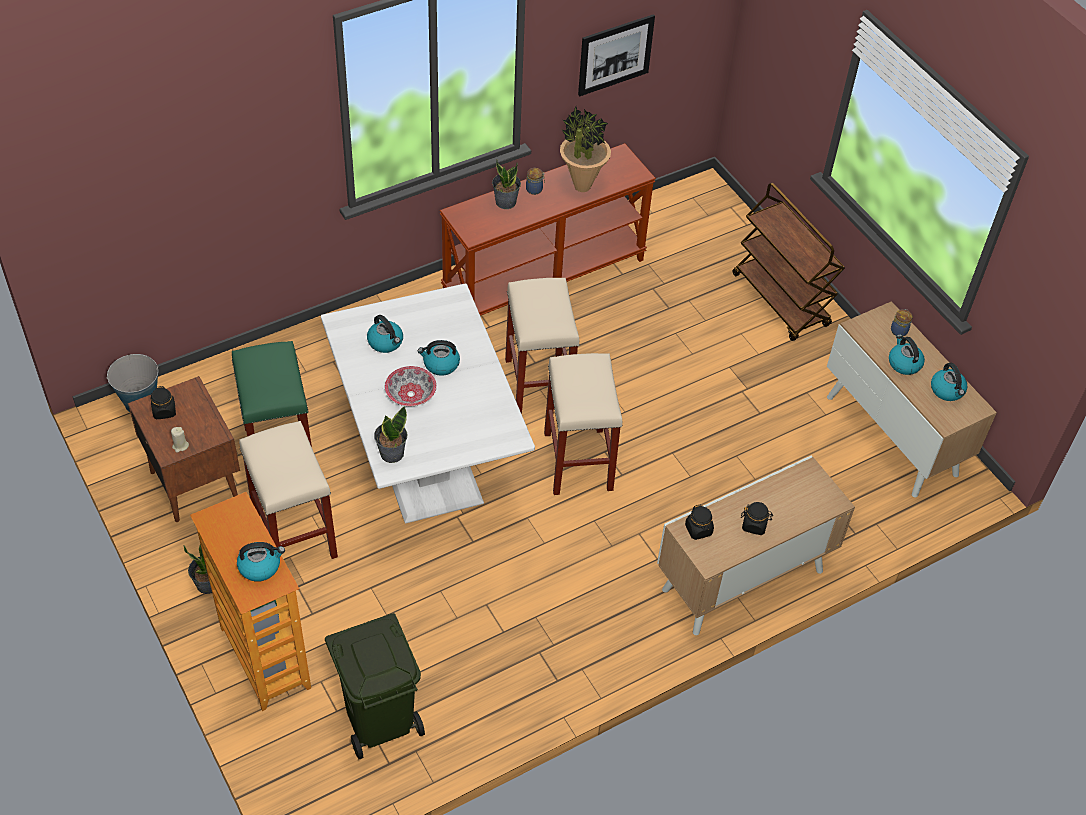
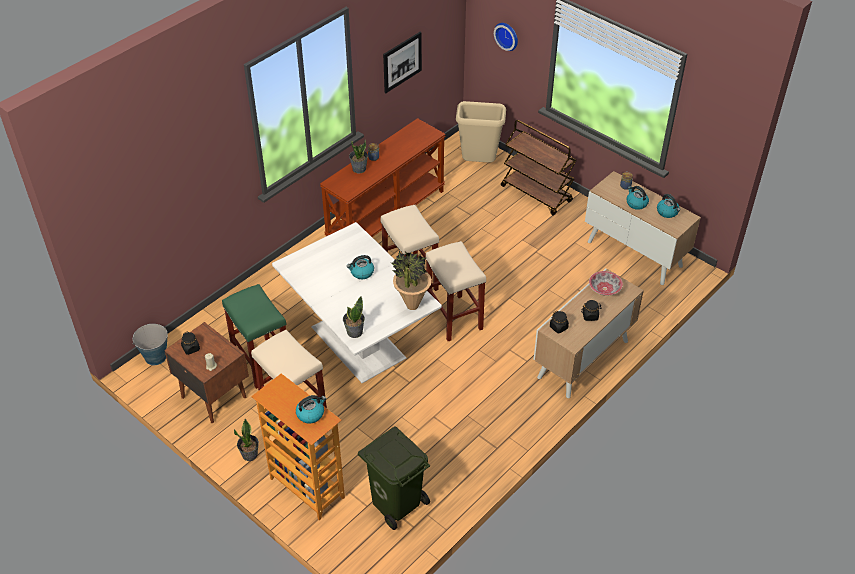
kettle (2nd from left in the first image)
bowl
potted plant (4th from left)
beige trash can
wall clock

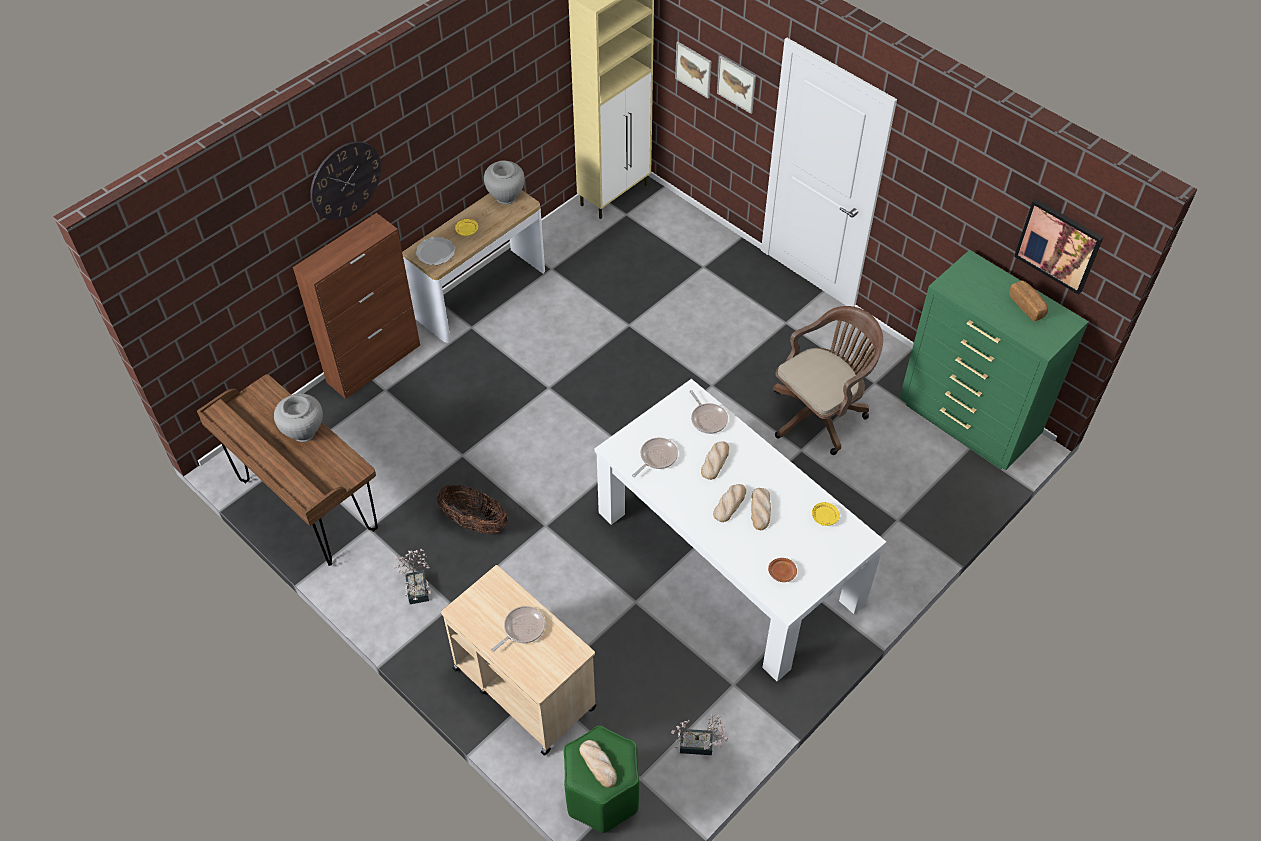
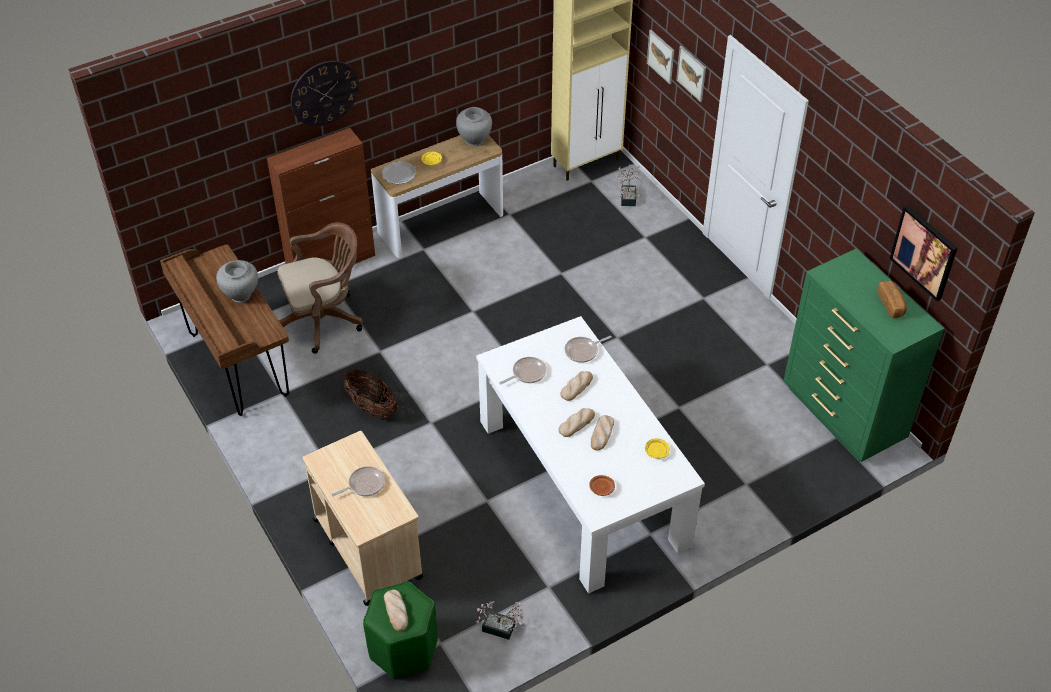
potted plant (2nd from left)
frying pan (3rd from left)
brown office chair

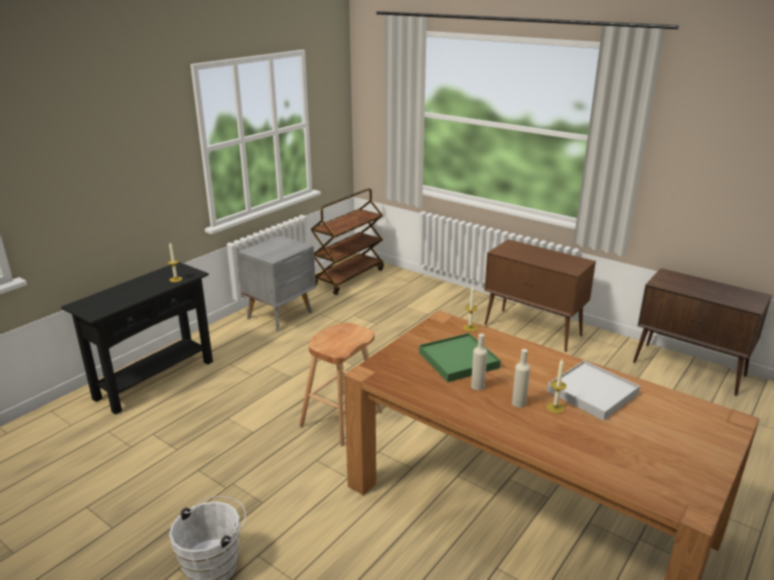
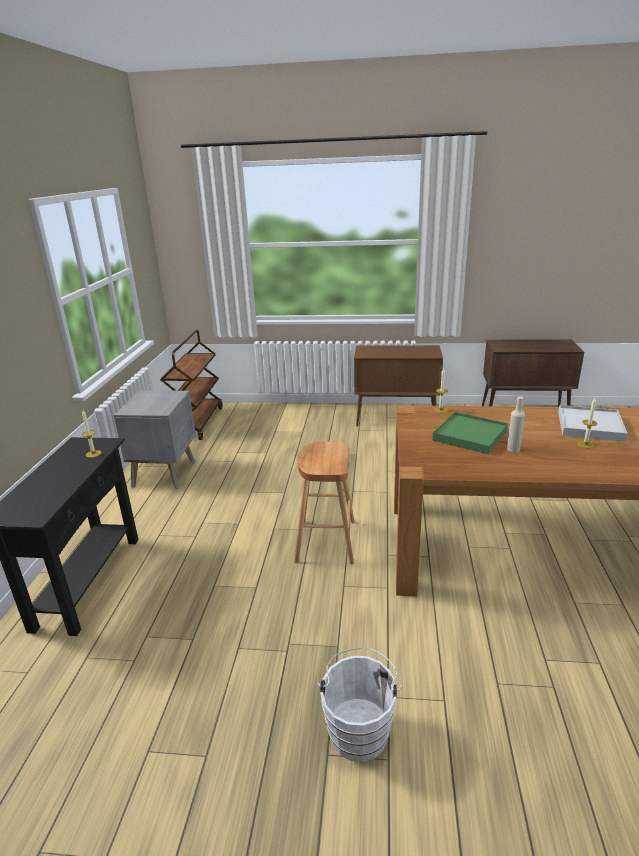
beige bottle (2nd from left in the first image)

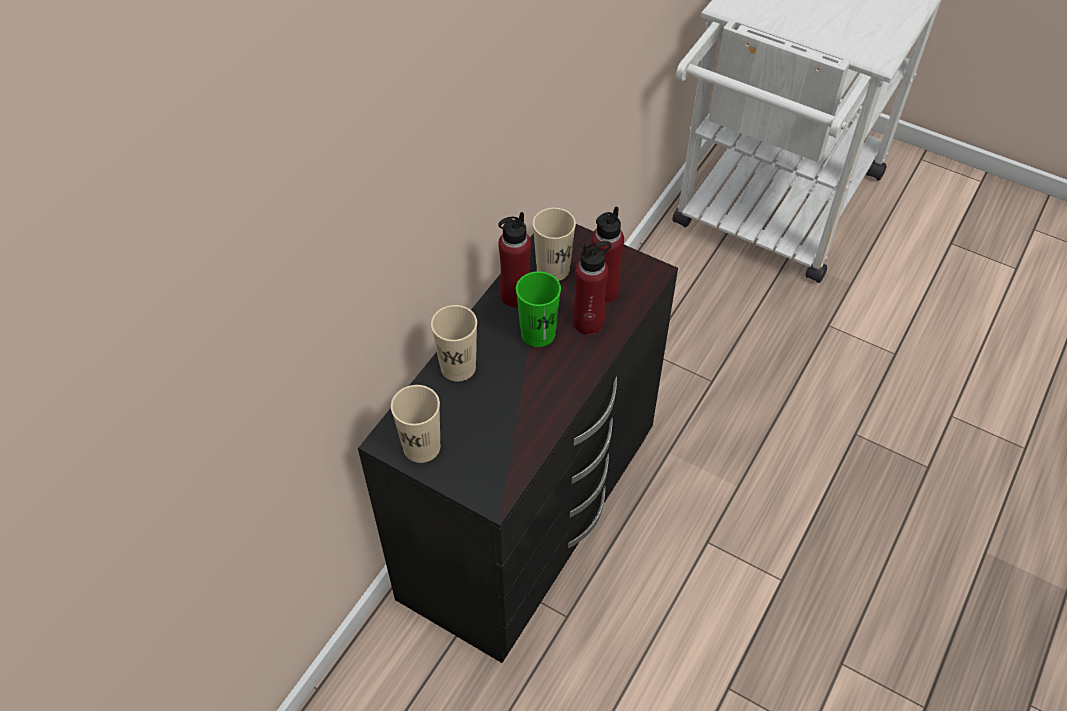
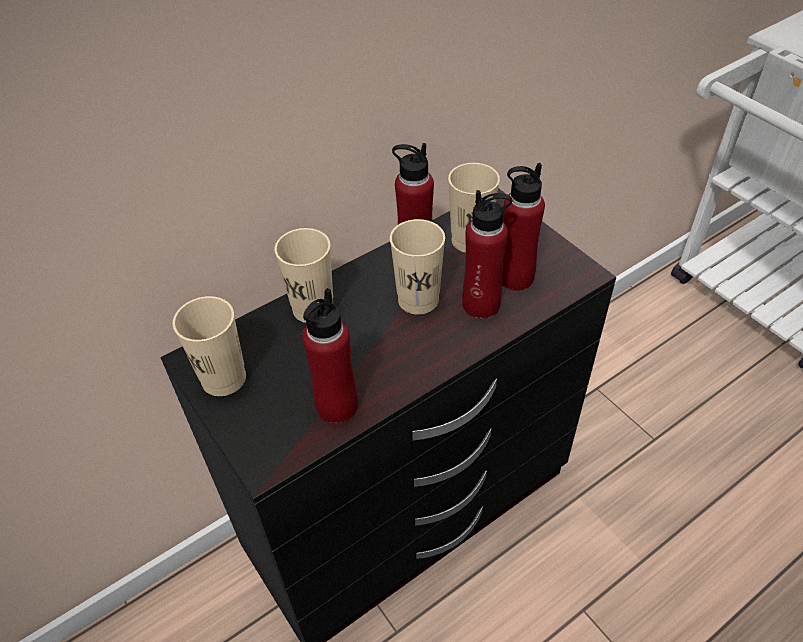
beige cup (3rd from left)
red bottle (1st from left)

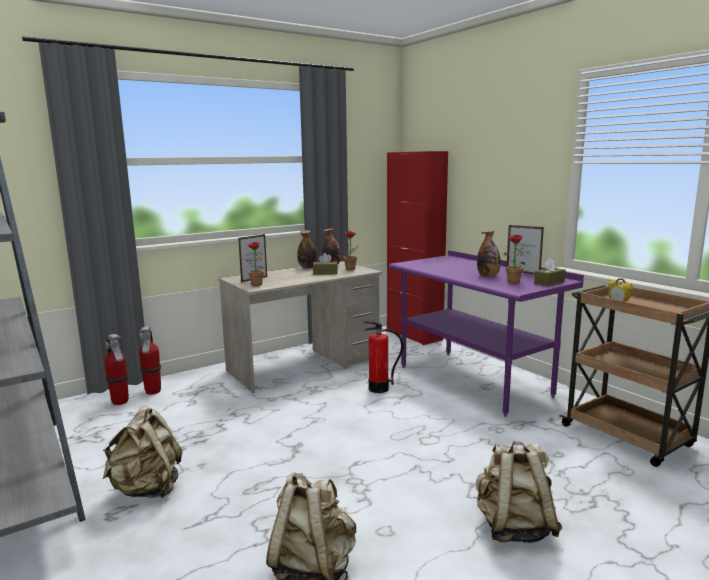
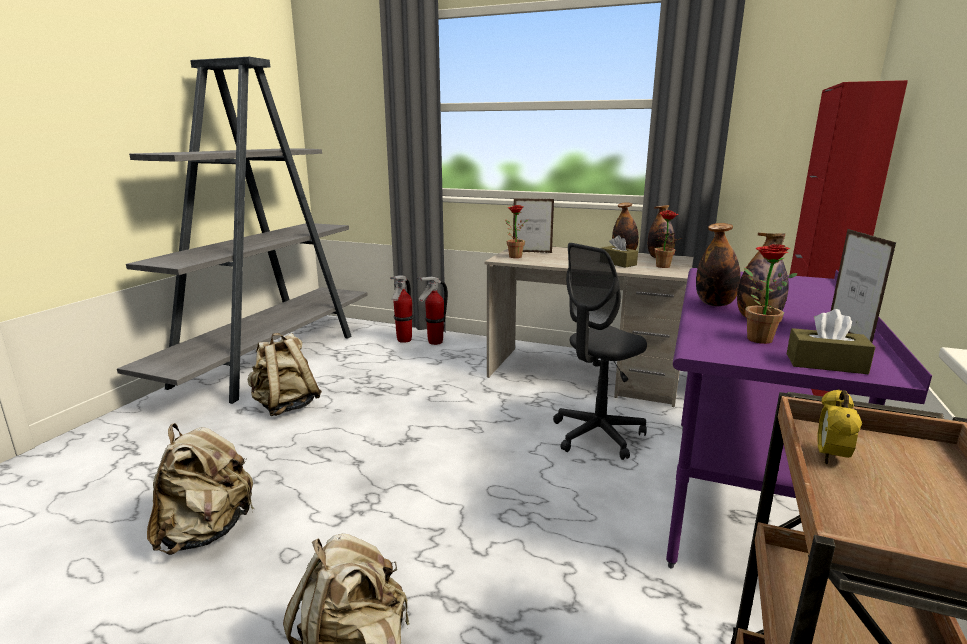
grey office chair
bottle (3rd from left)

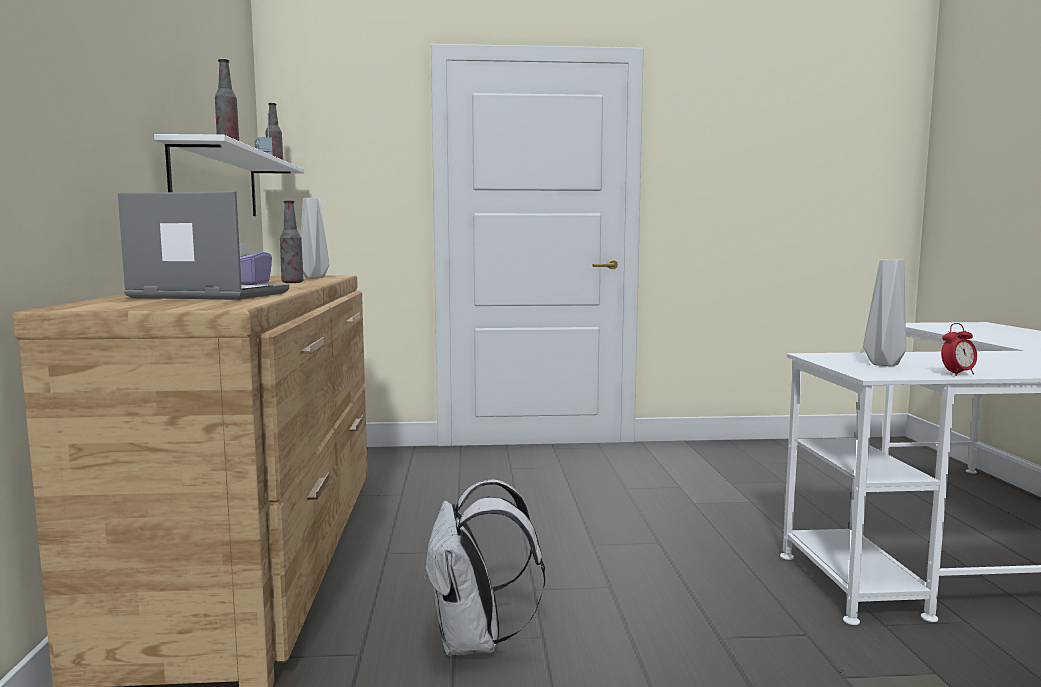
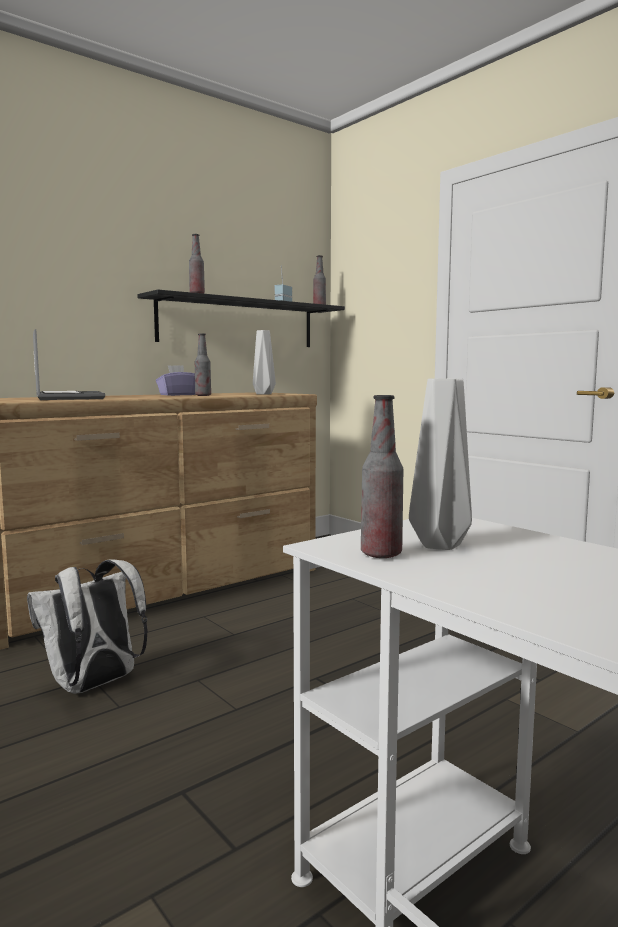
black shelf
alarm clock
bottle (4th from left)

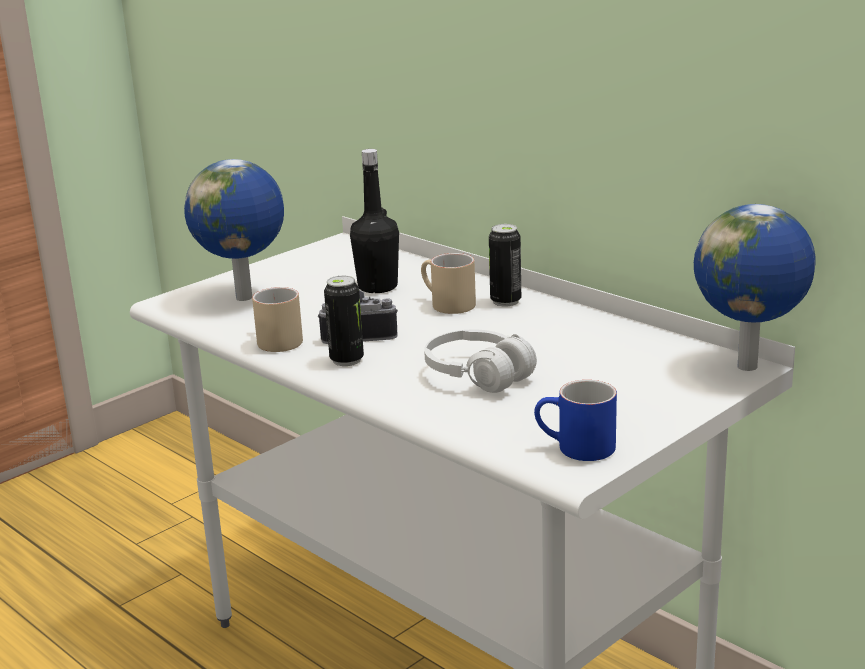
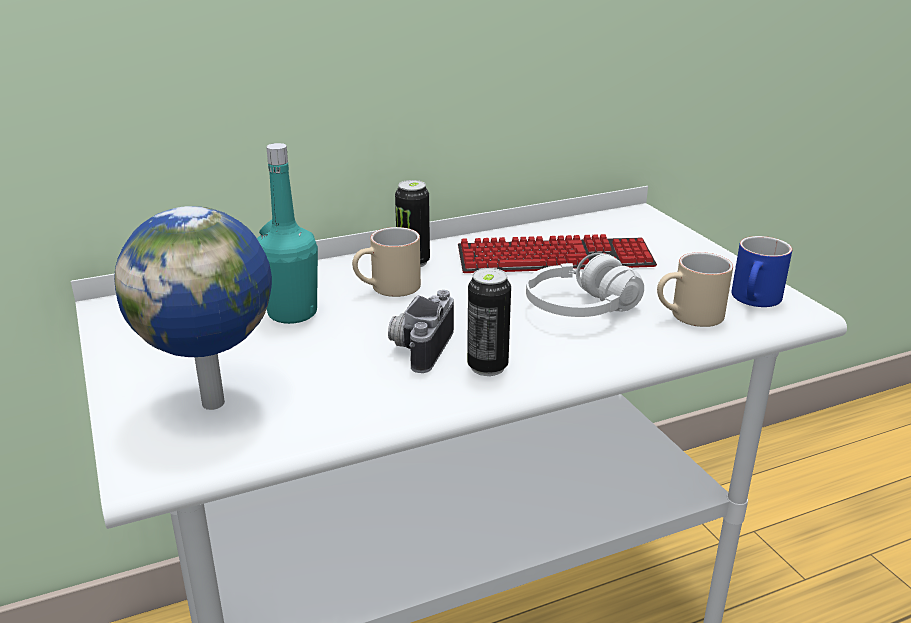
beige mug (2nd from left)
turquoise bottle
globe (2nd from left in the first image)
keyboard

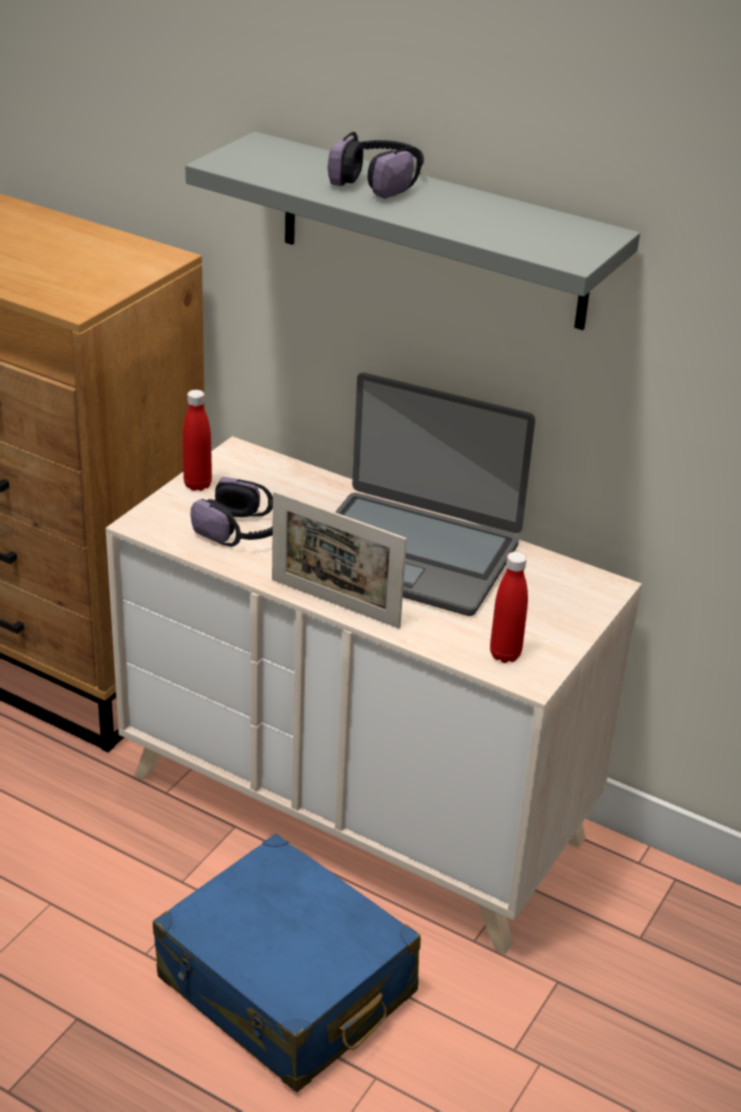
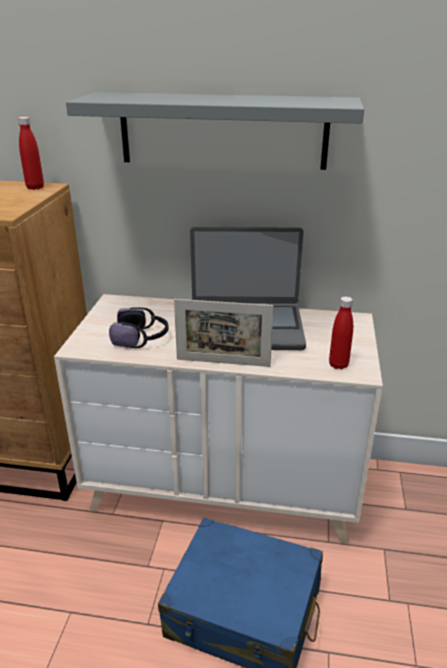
red bottle (1st from left)
headphones (2nd from left in the first image)

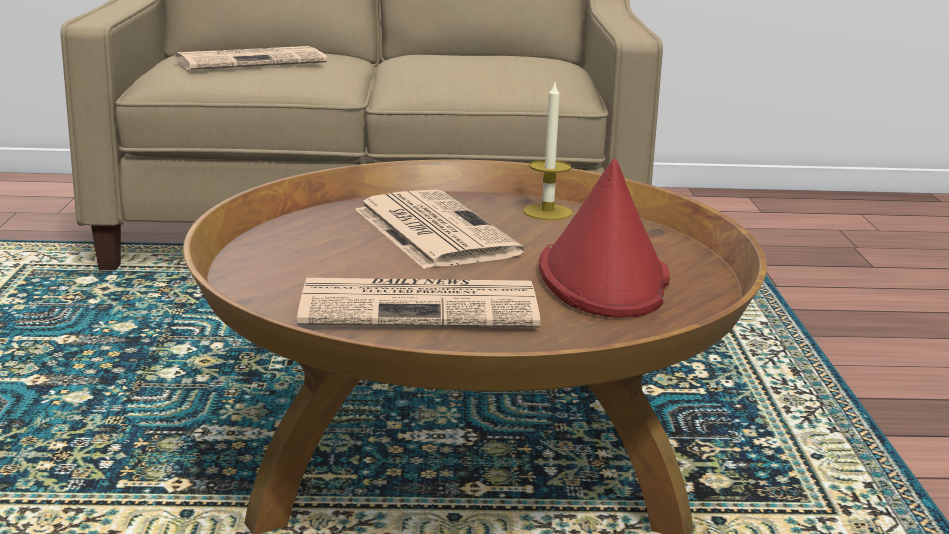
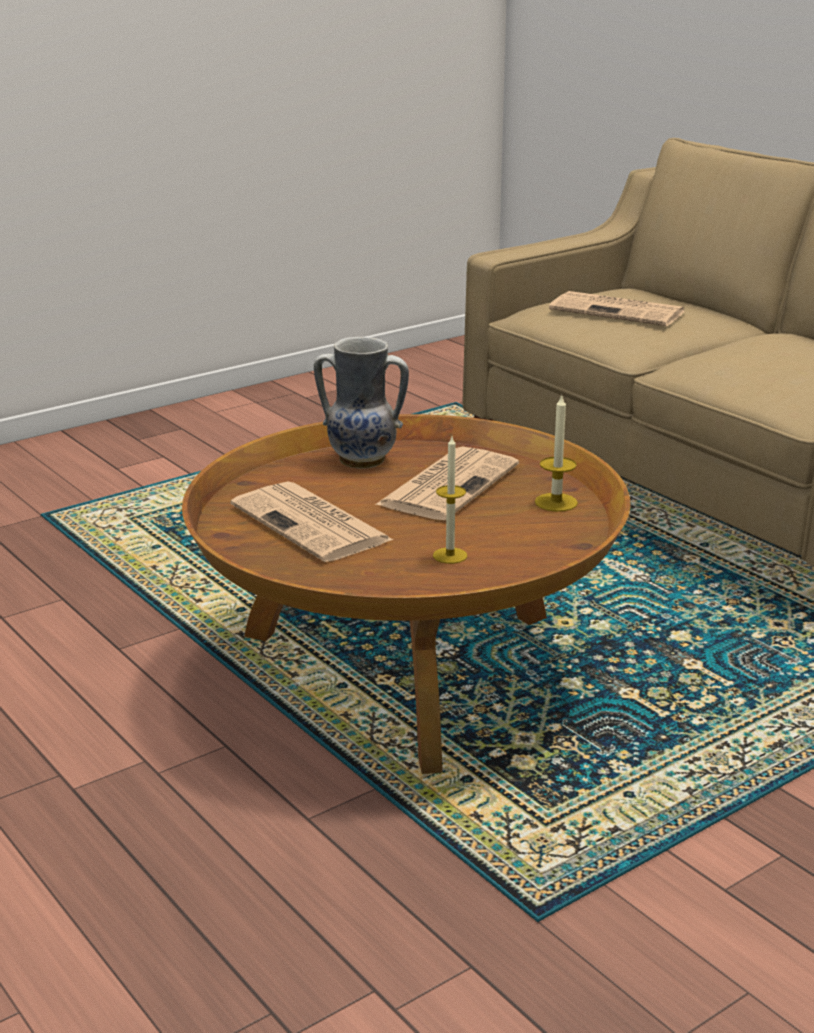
candle (1st from left)
vase

